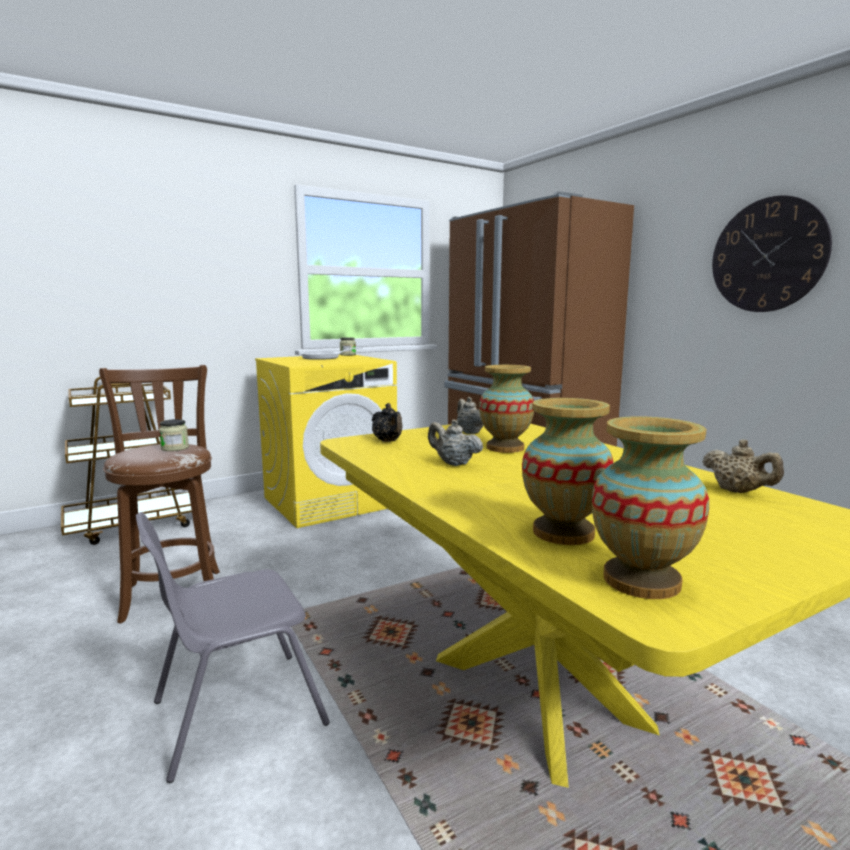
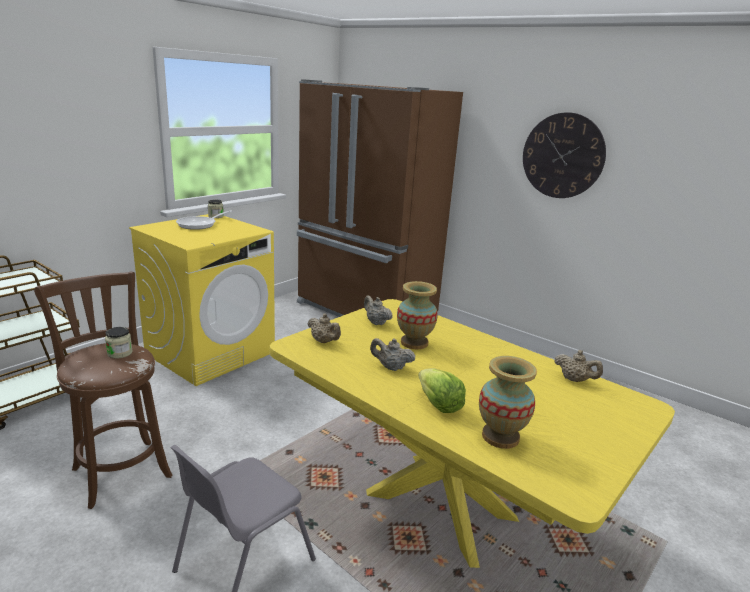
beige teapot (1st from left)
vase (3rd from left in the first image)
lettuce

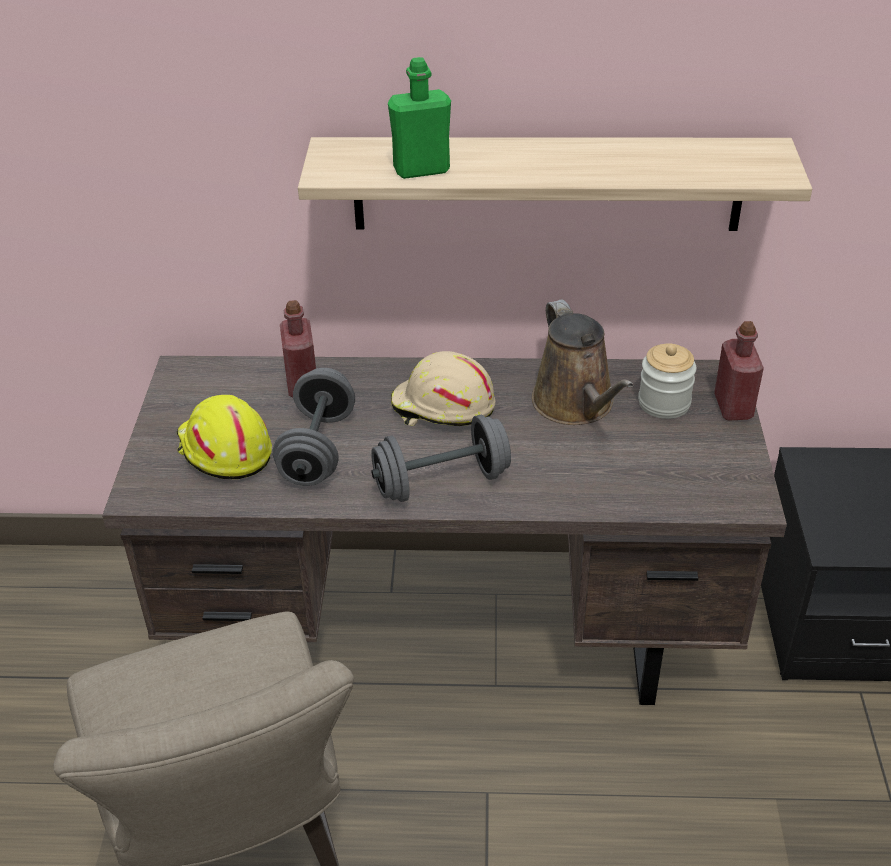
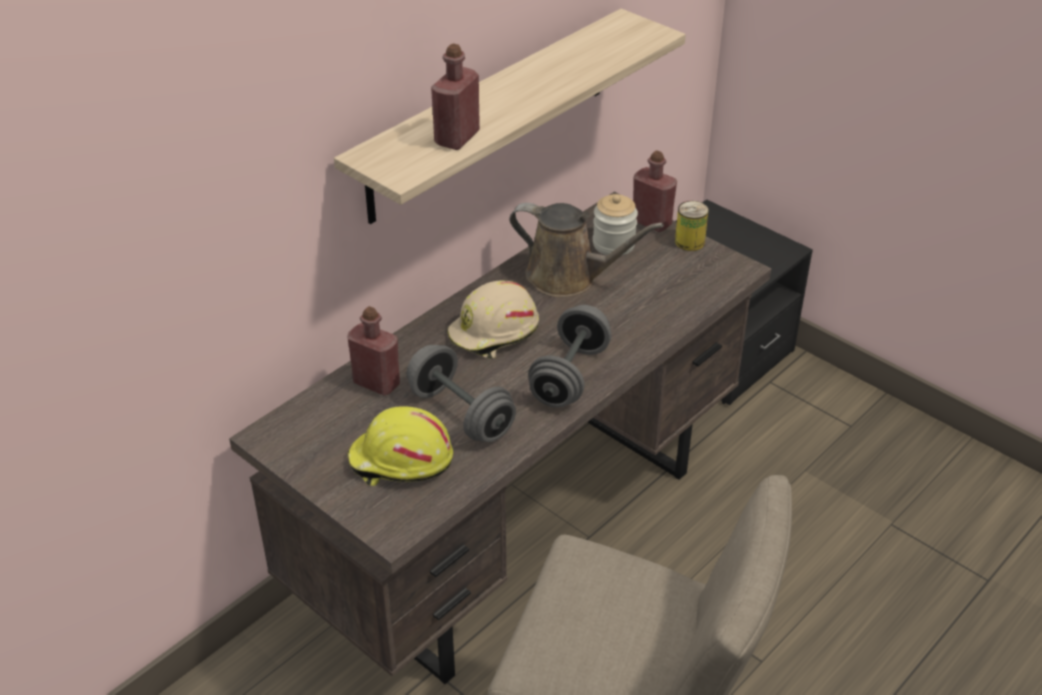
red bottle (2nd from left)
can

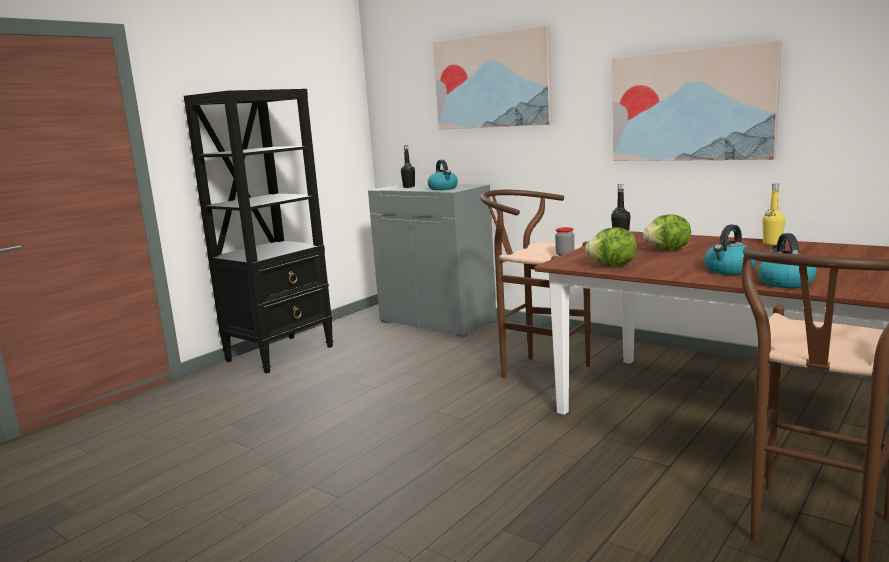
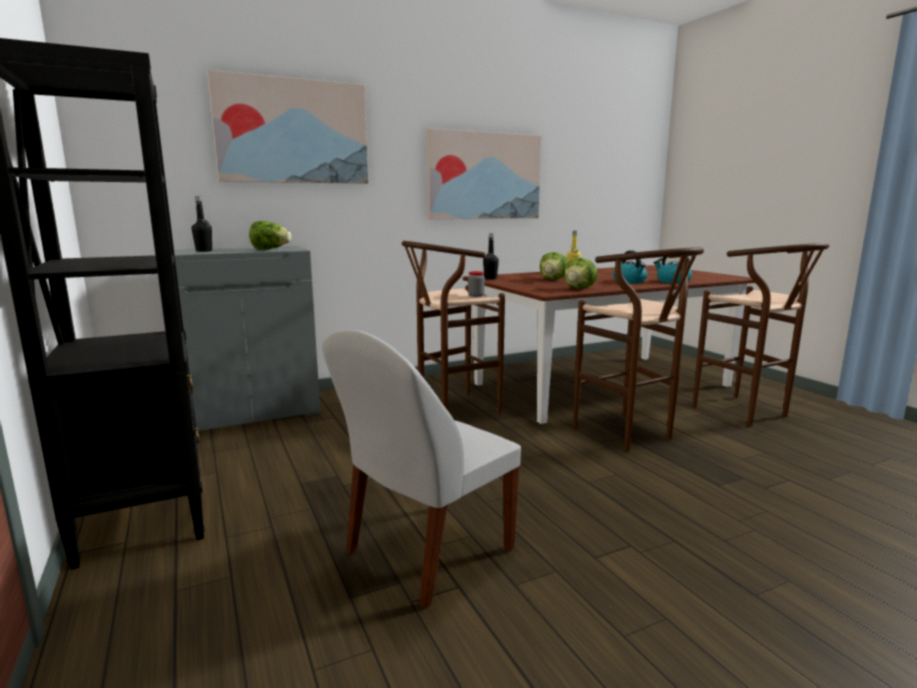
lettuce (1st from left)
white chair
brown stool (2nd from left)

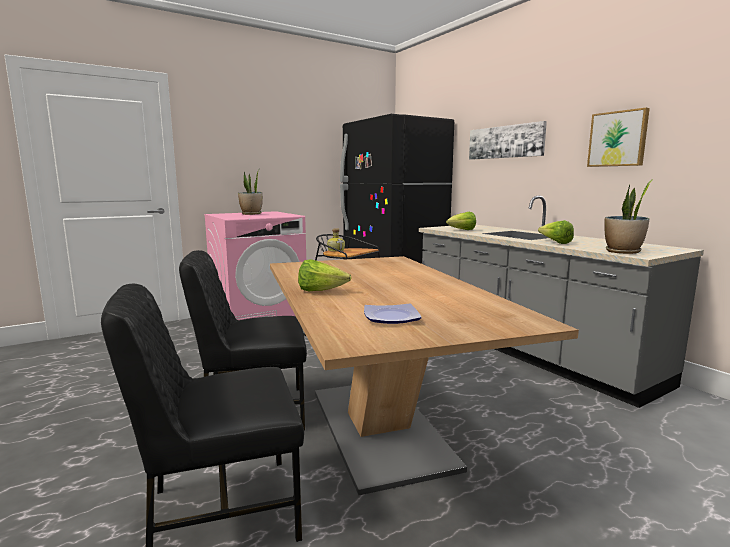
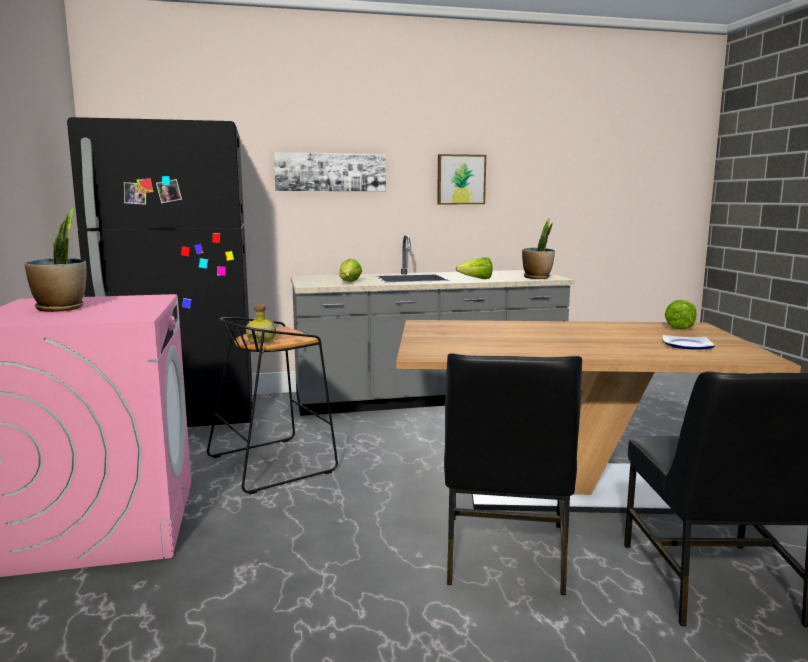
lettuce (3rd from left)

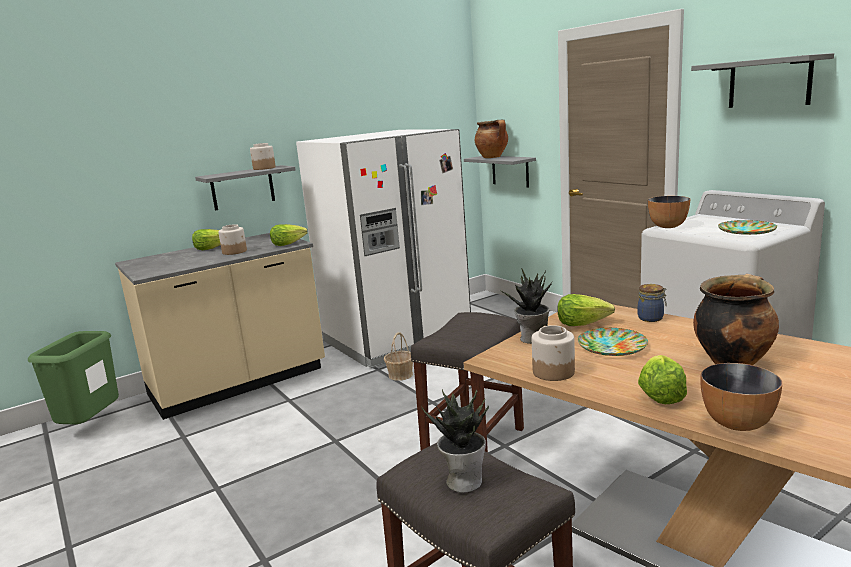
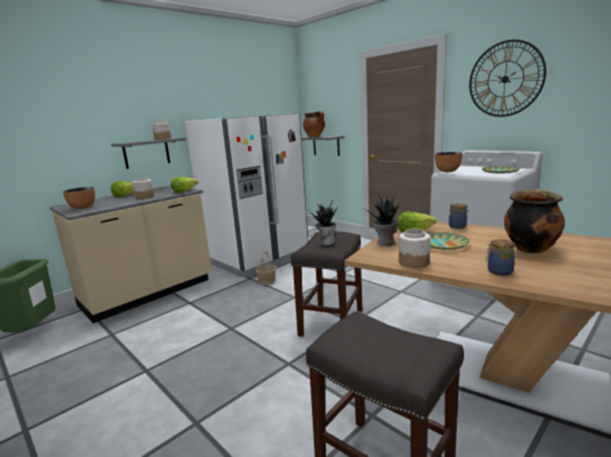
potted plant (1st from left)
jar (5th from left)
wall clock
bowl (1st from left)

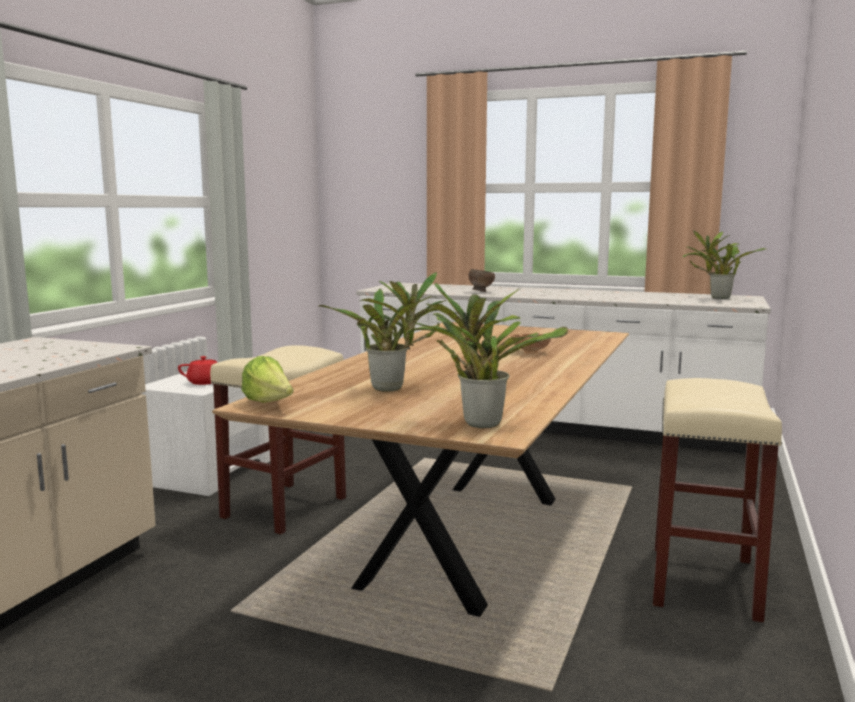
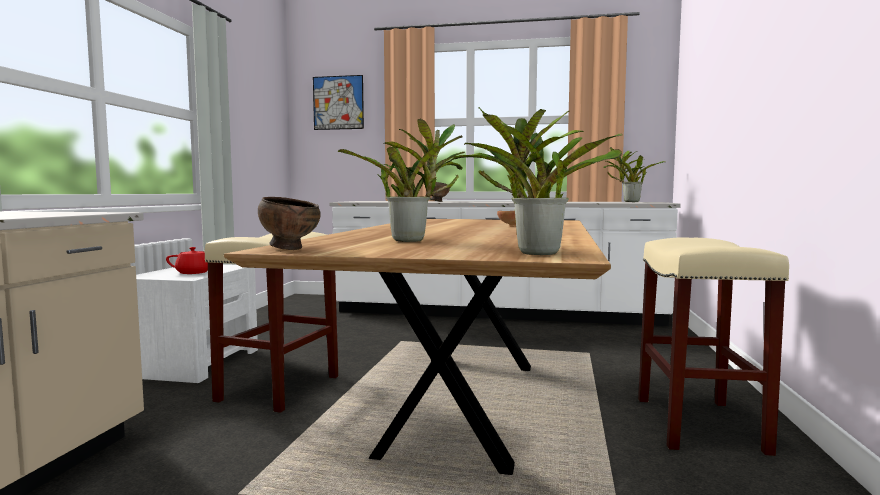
brown bowl (1st from left)
picture

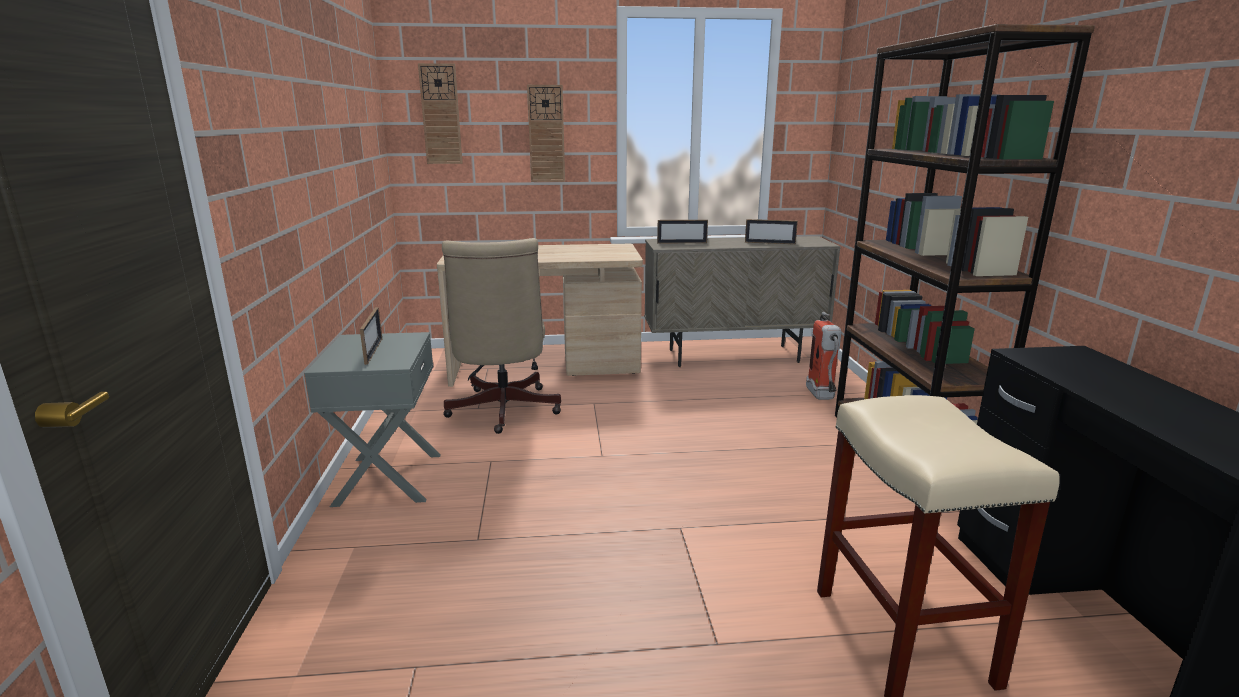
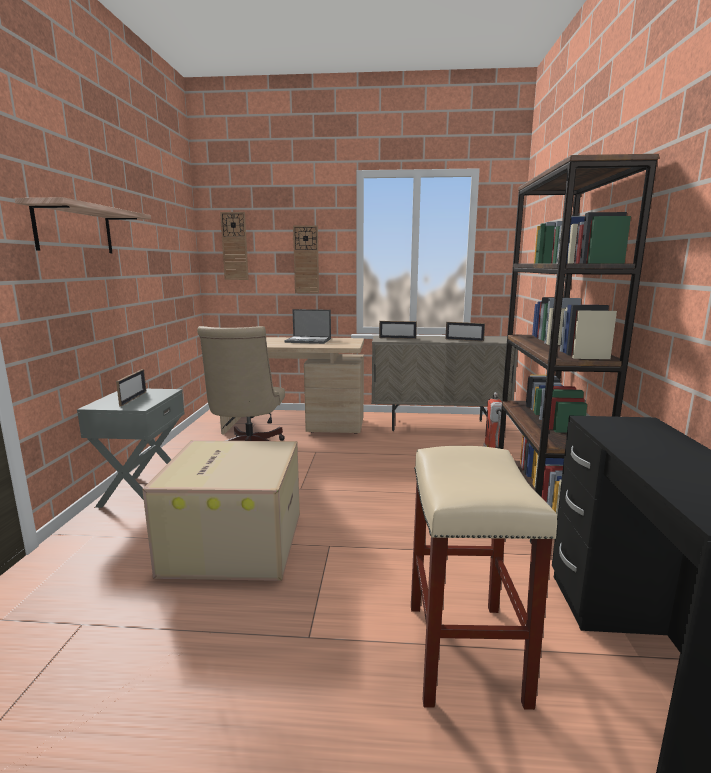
shelf
cardboard box
laptop

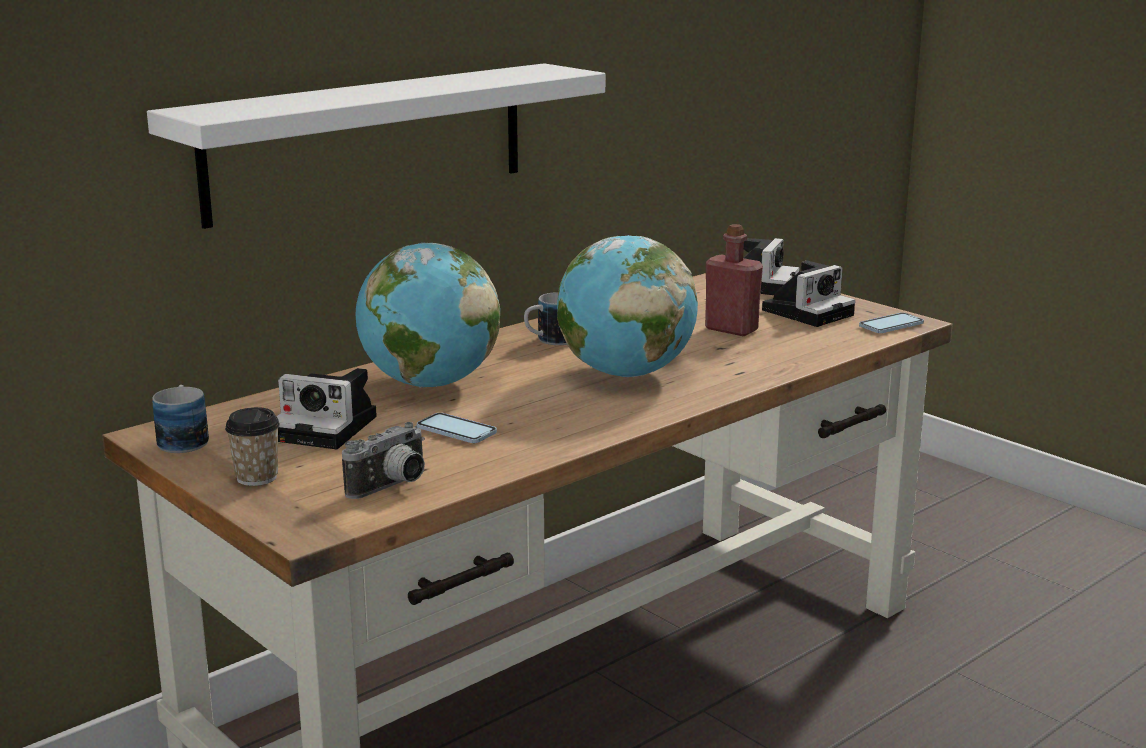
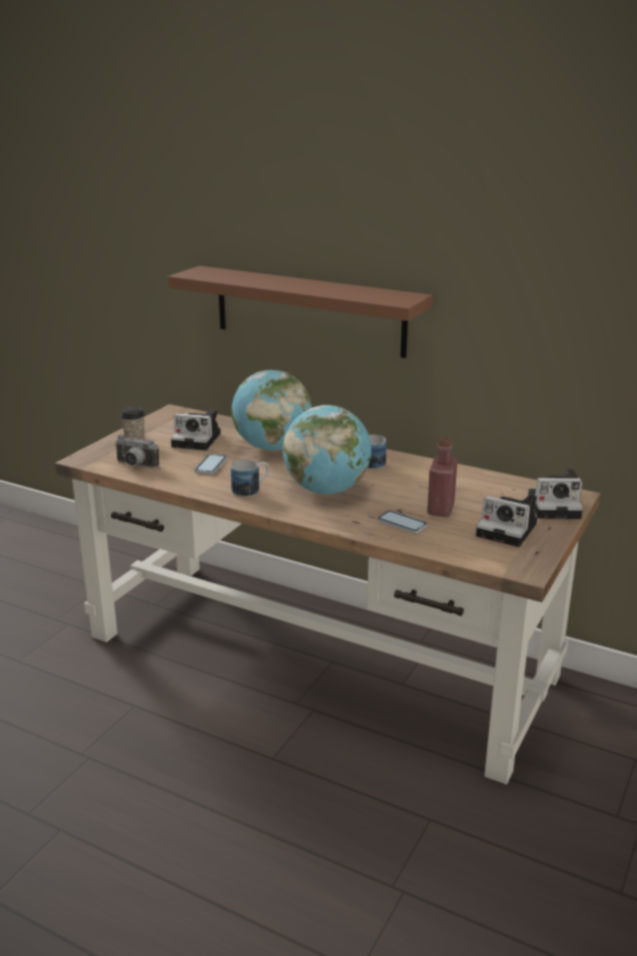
brown shelf
mug (1st from left)
photo camera (2nd from left)
phone (2nd from left)

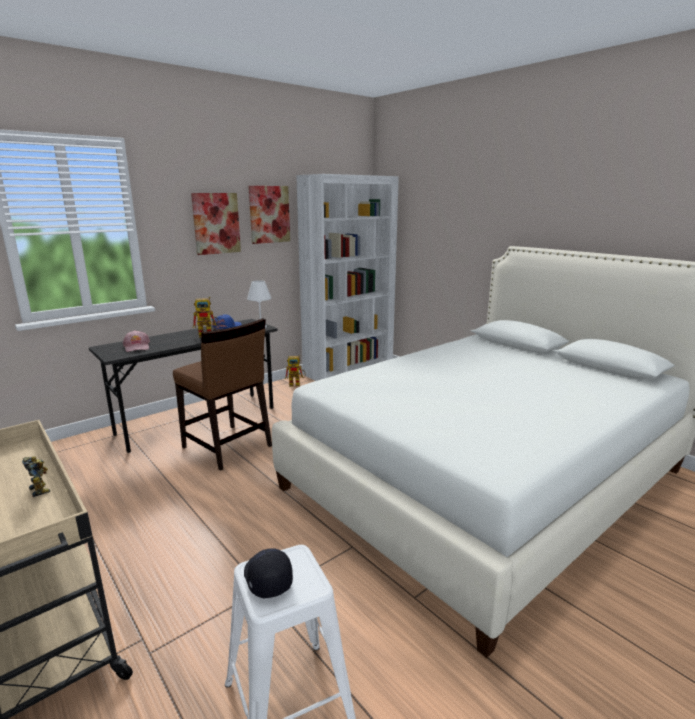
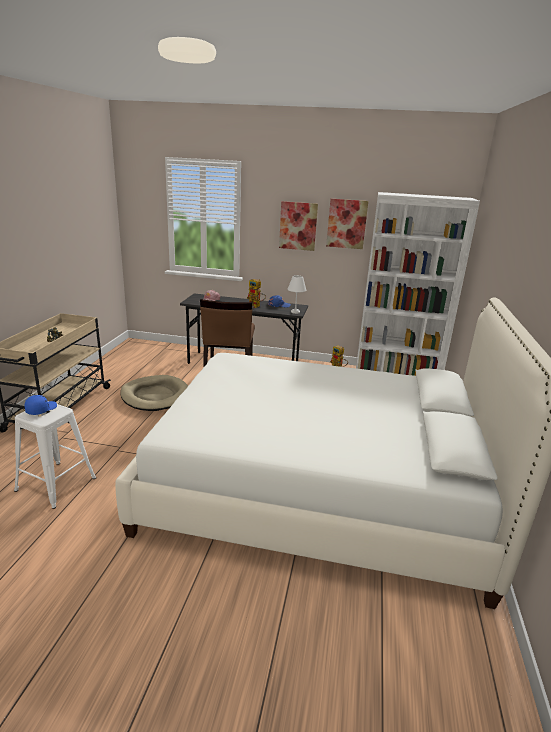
blue cap (1st from left)
beige dog bed

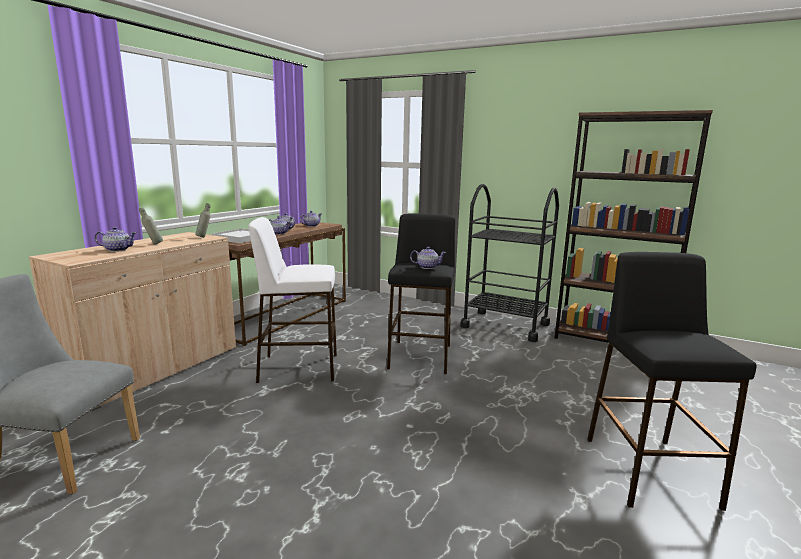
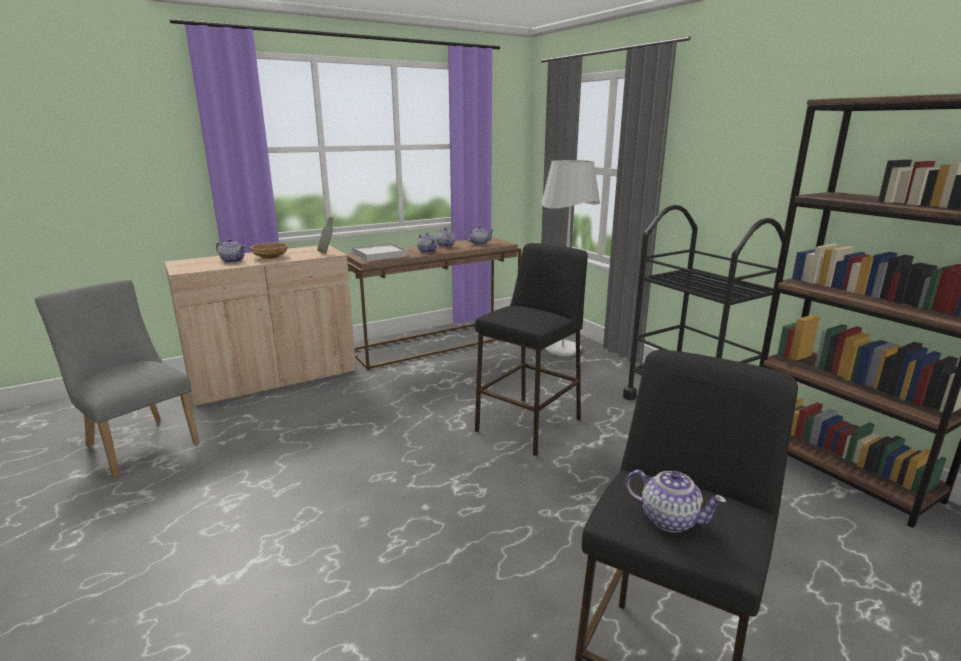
beige bowl
white stool
teapot (5th from left)
white floor lamp

